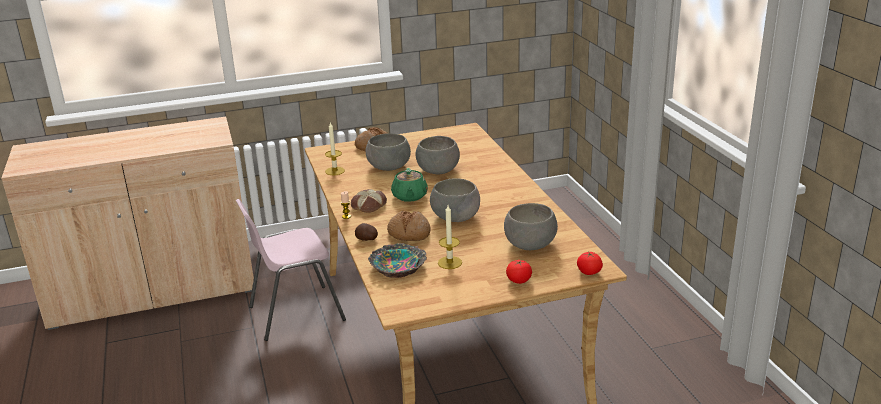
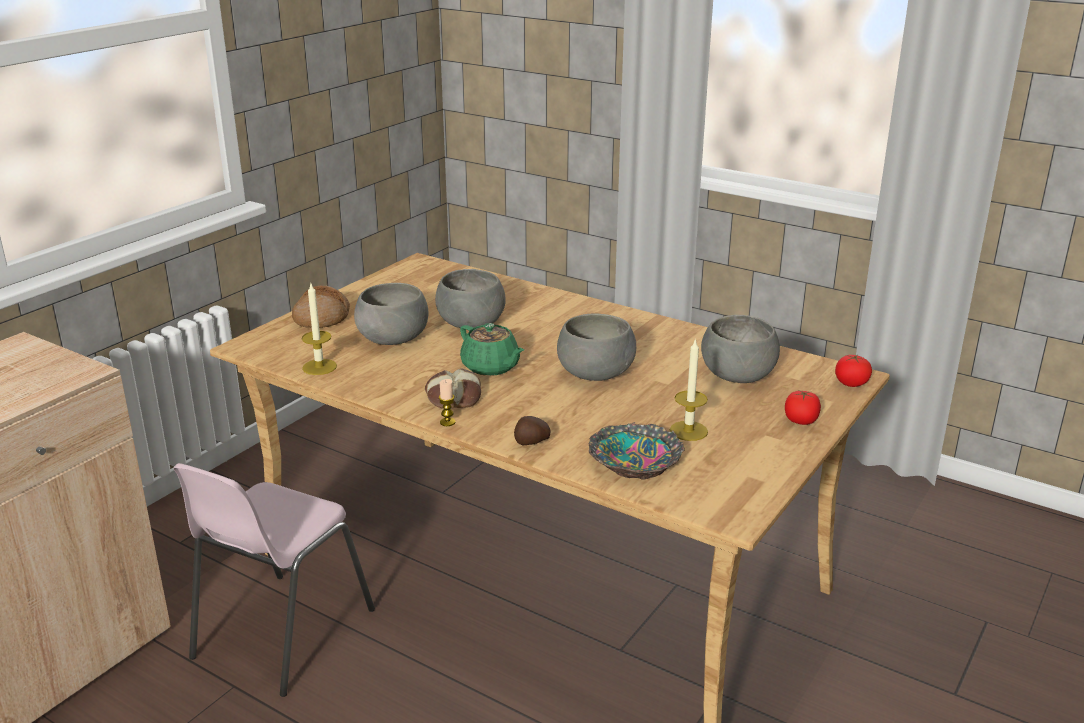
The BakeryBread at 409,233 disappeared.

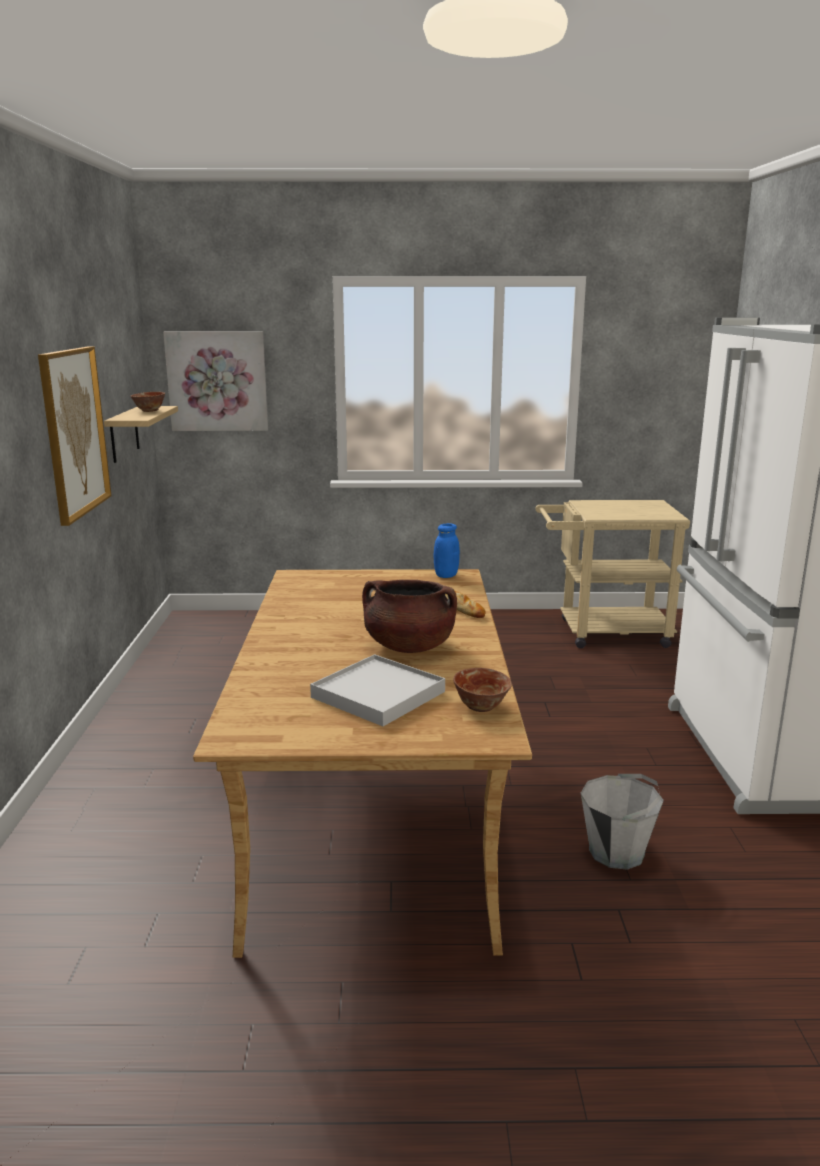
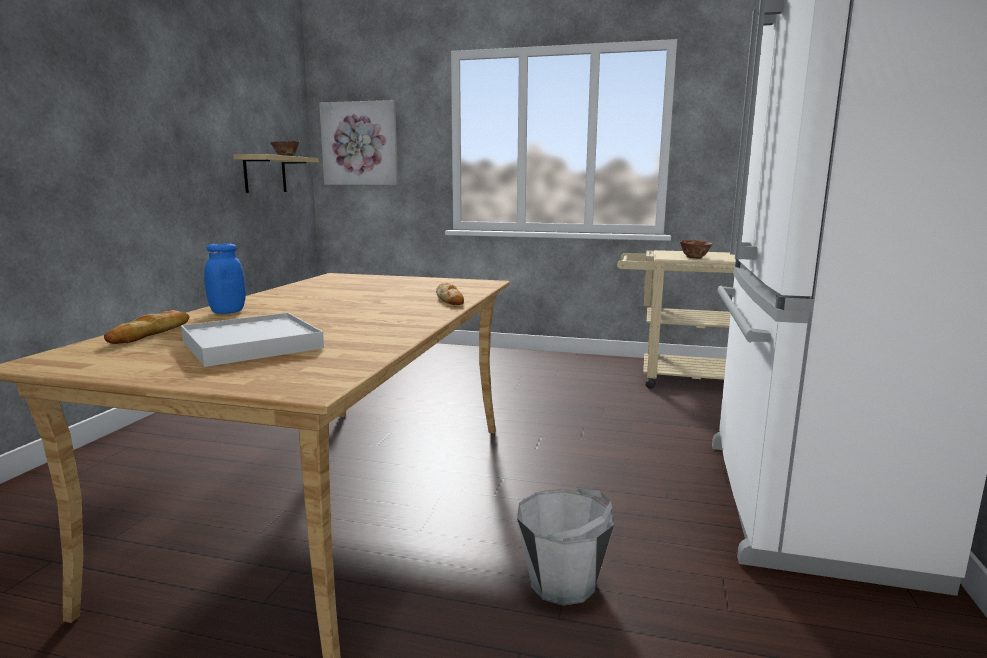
The WallPicture at 74,432 disappeared. The BrownishSaucepot at 409,647 disappeared. The BakeryBread at 151,333 appeared. The BlueColouredJar moved from 446,575 to 228,311. The ServingBowl moved from 481,706 to 694,258.

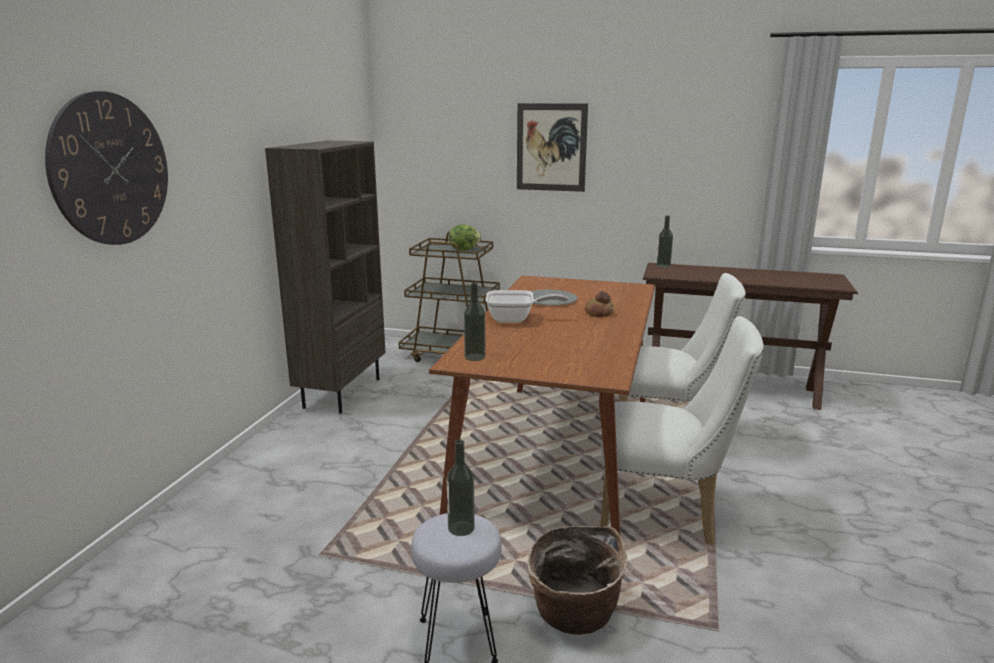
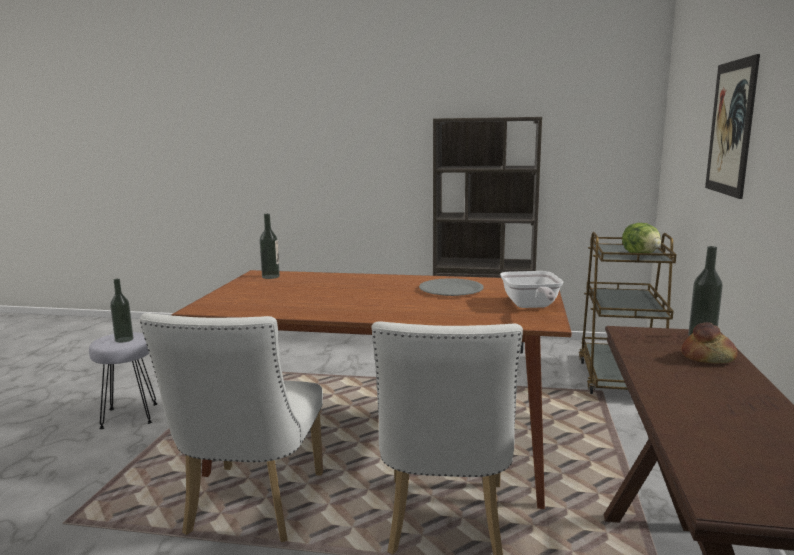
The ClockOnTheWall at 110,169 disappeared. The StorageBasket at 574,617 disappeared. The FryingPan moved from 516,319 to 531,306. The BakeryBread moved from 599,313 to 708,358.

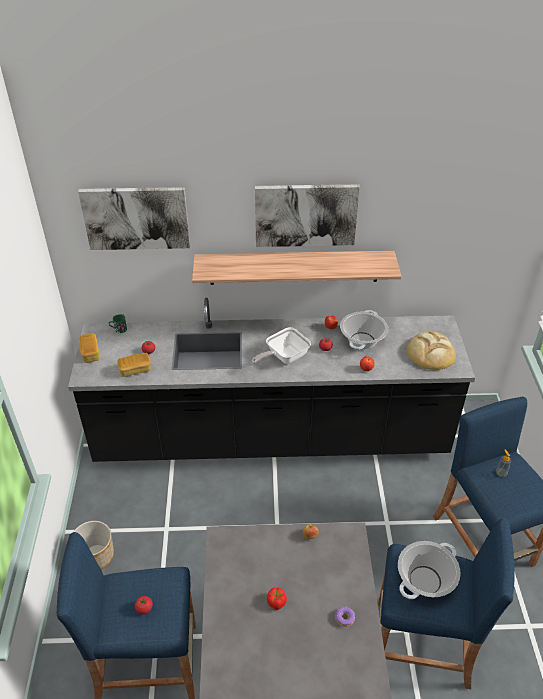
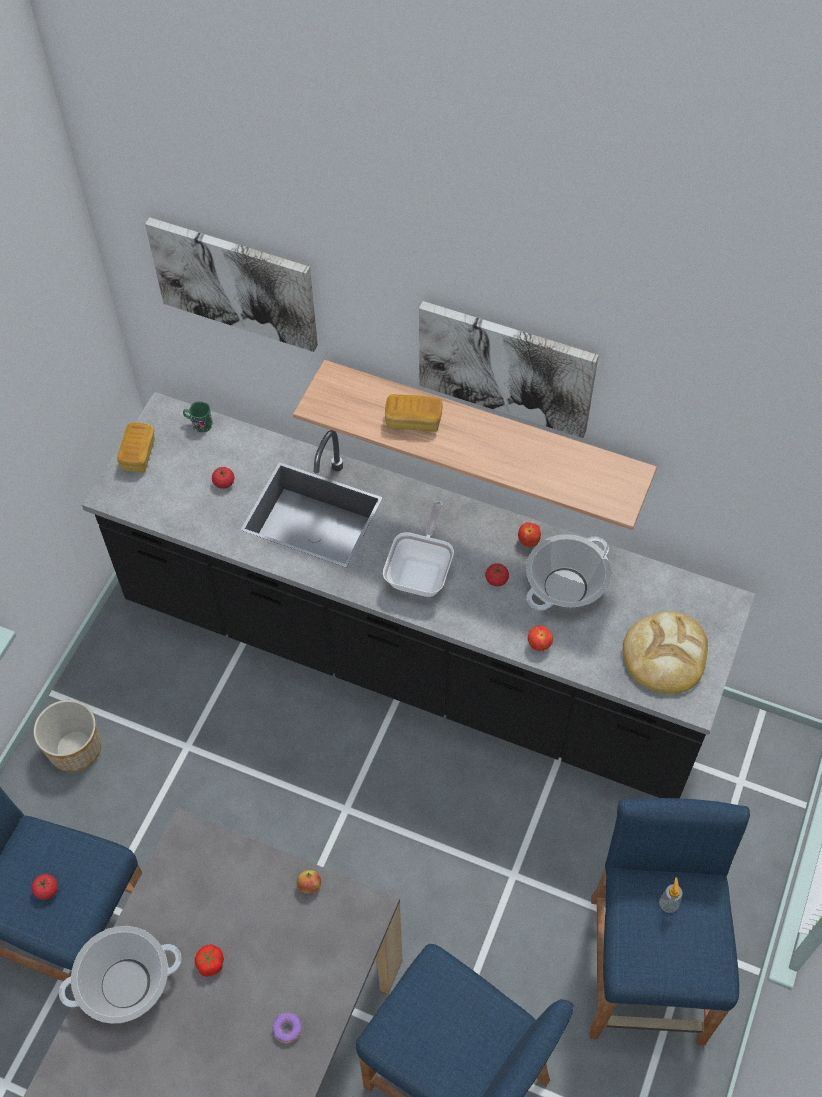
The BakeryBread moved from 135,370 to 413,421. The Saucepot moved from 424,580 to 126,983. The FryingPan at 284,357 turned 120 degrees clockwise.

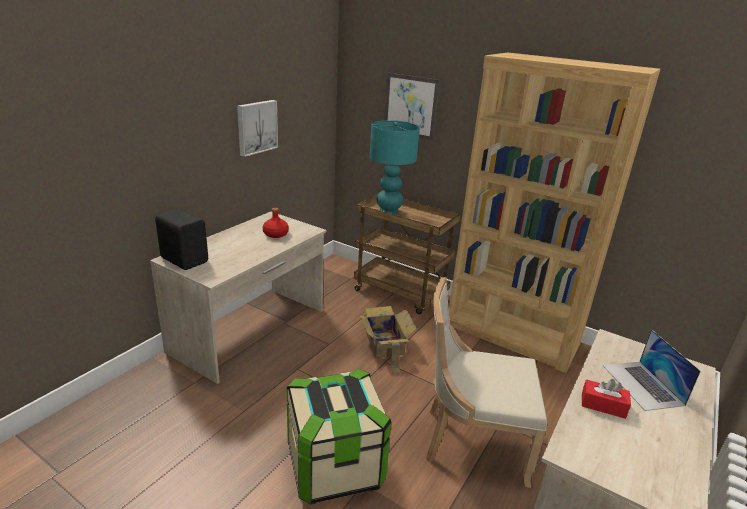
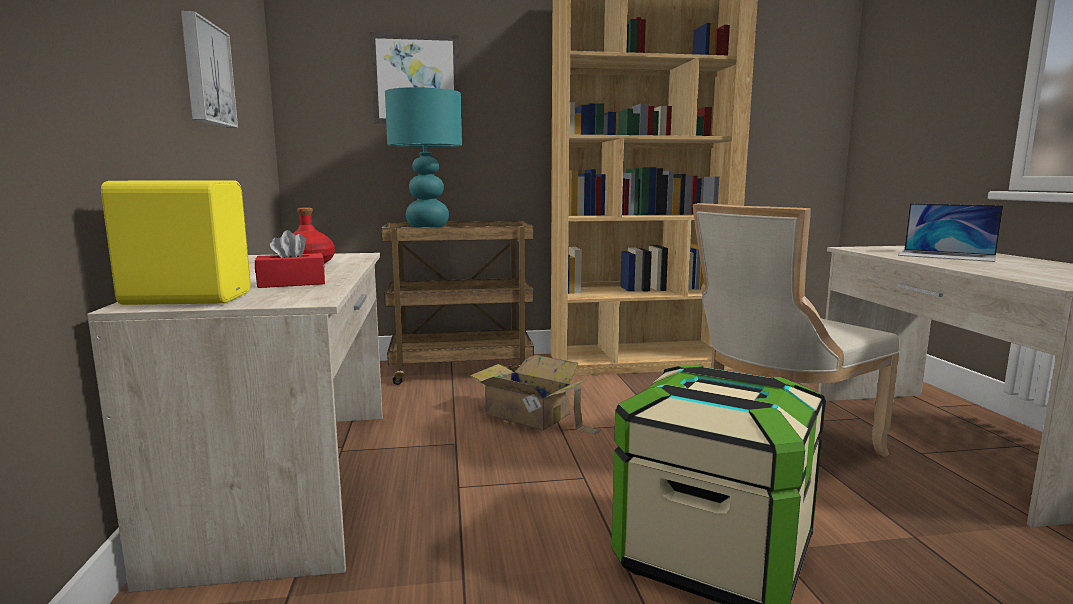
The ReddishTissueBox moved from 603,405 to 291,283. The BlackishAudioSpeaker at 185,259 became the YellowColouredAudioSpeaker at 187,299.

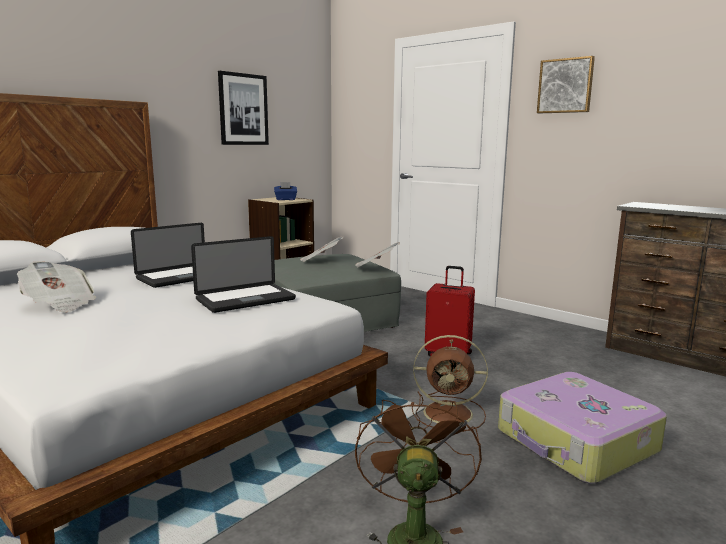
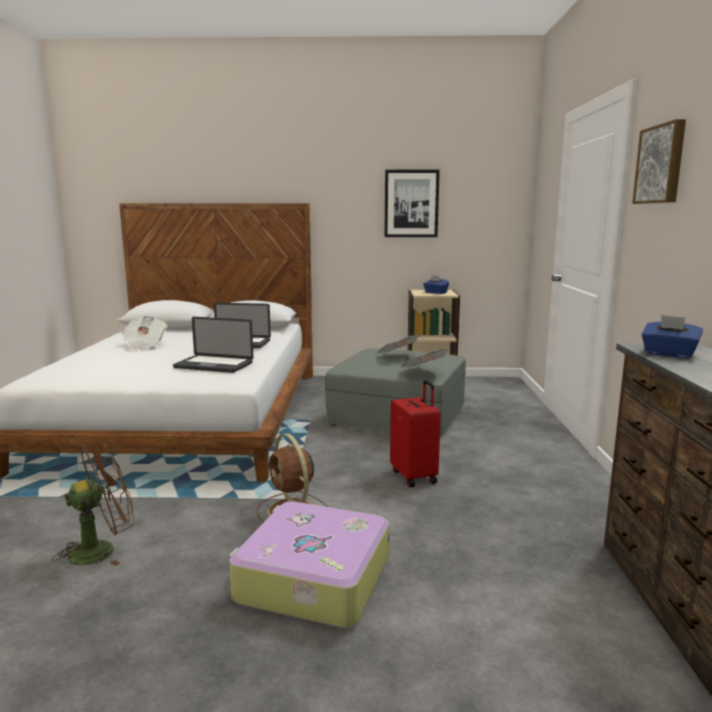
The BlueColouredTissueBox at 669,354 appeared.

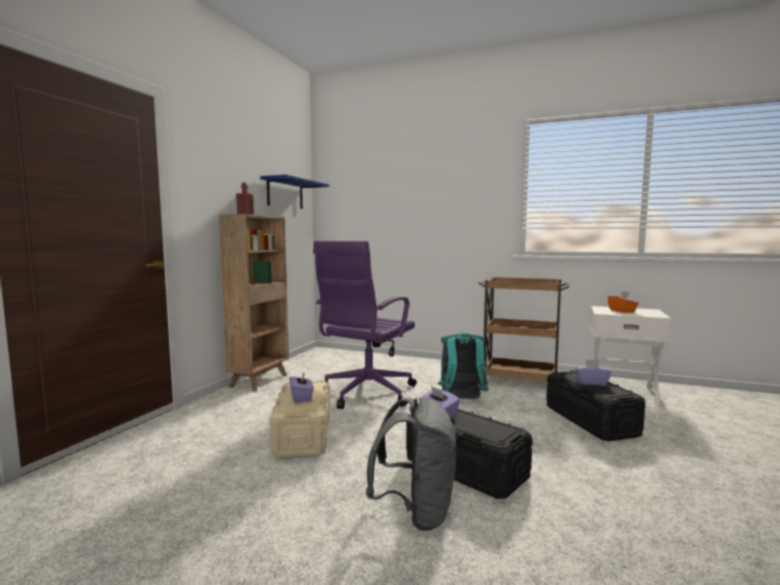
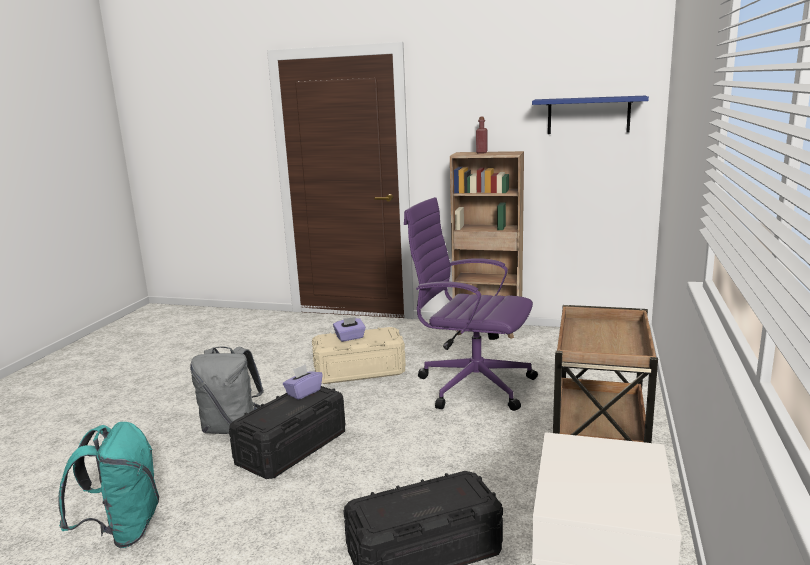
The PurpleColouredTissueBox at 591,383 disappeared. The OrangeColouredTissueBox at 622,311 disappeared. The TurquoiseRucksack moved from 461,400 to 123,530.

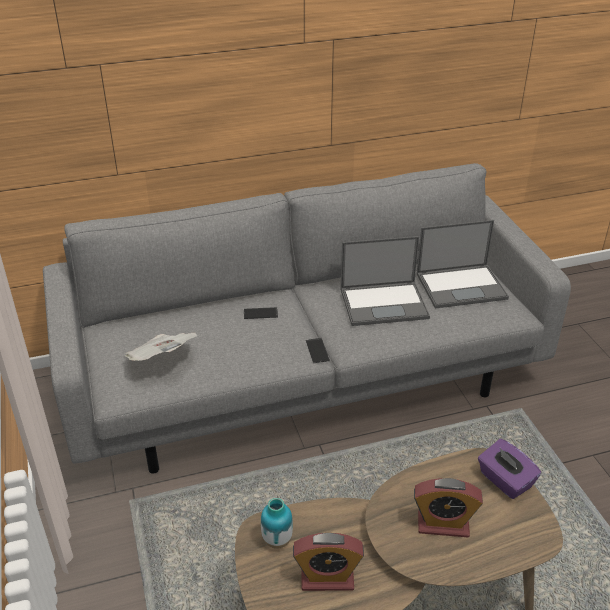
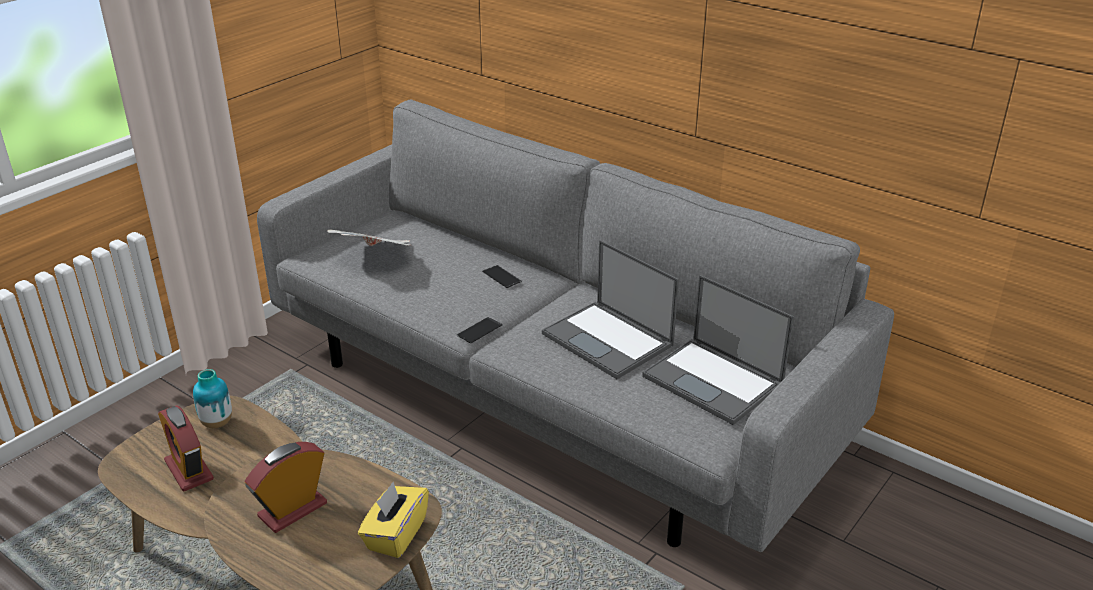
The PurpleColouredTissueBox at 505,481 became the YellowColouredTissueBox at 395,535. The BedsideClock at 443,524 turned 75 degrees clockwise.

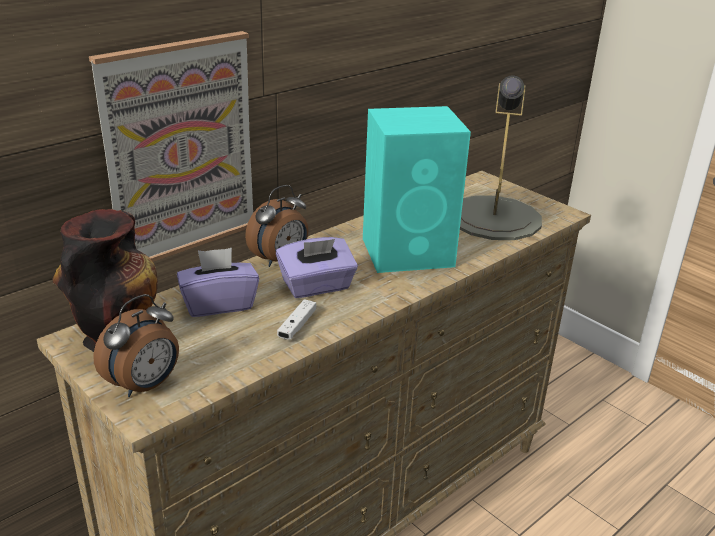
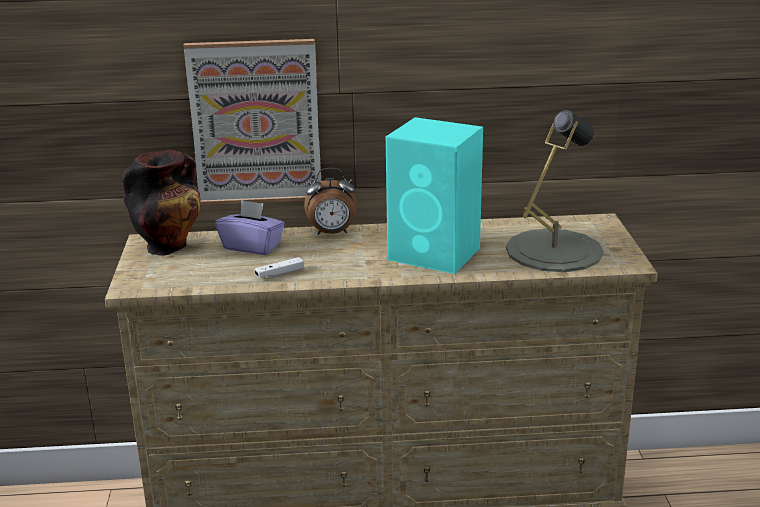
The BedsideClock at 145,385 disappeared. The PurpleColouredTissueBox at 316,286 disappeared.

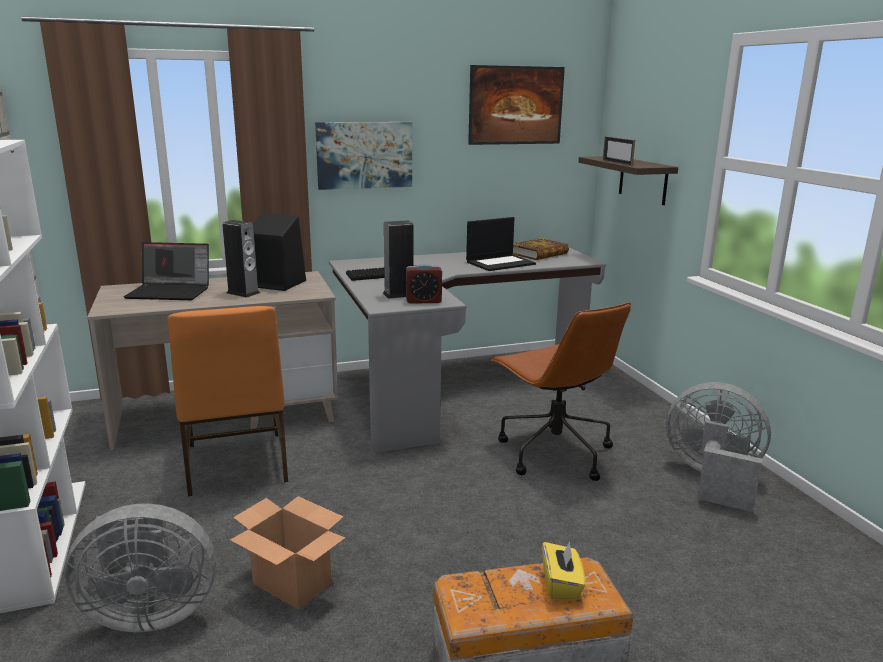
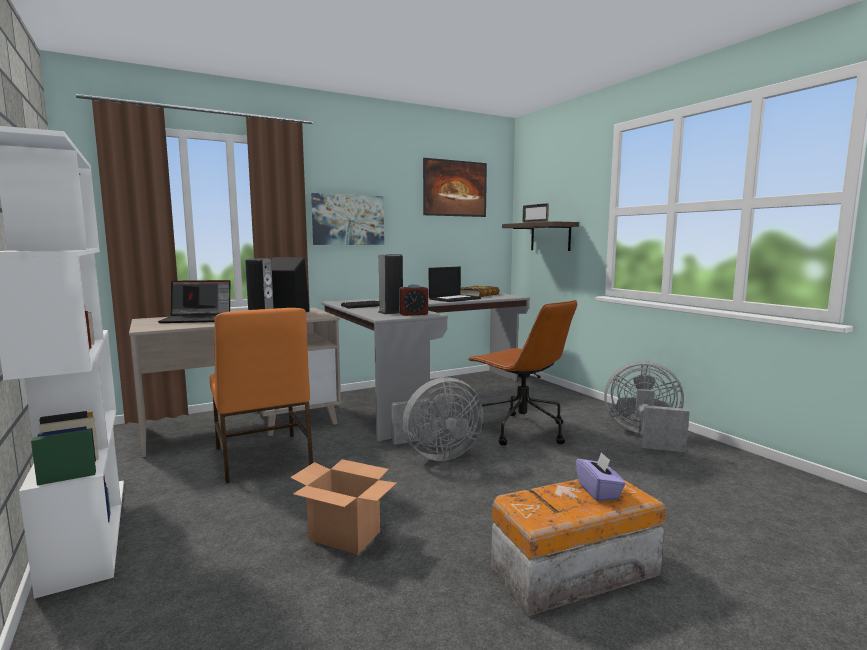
The GreyCoolingFan moved from 149,613 to 436,455. The YellowColouredTissueBox at 561,585 became the PurpleColouredTissueBox at 599,491.

